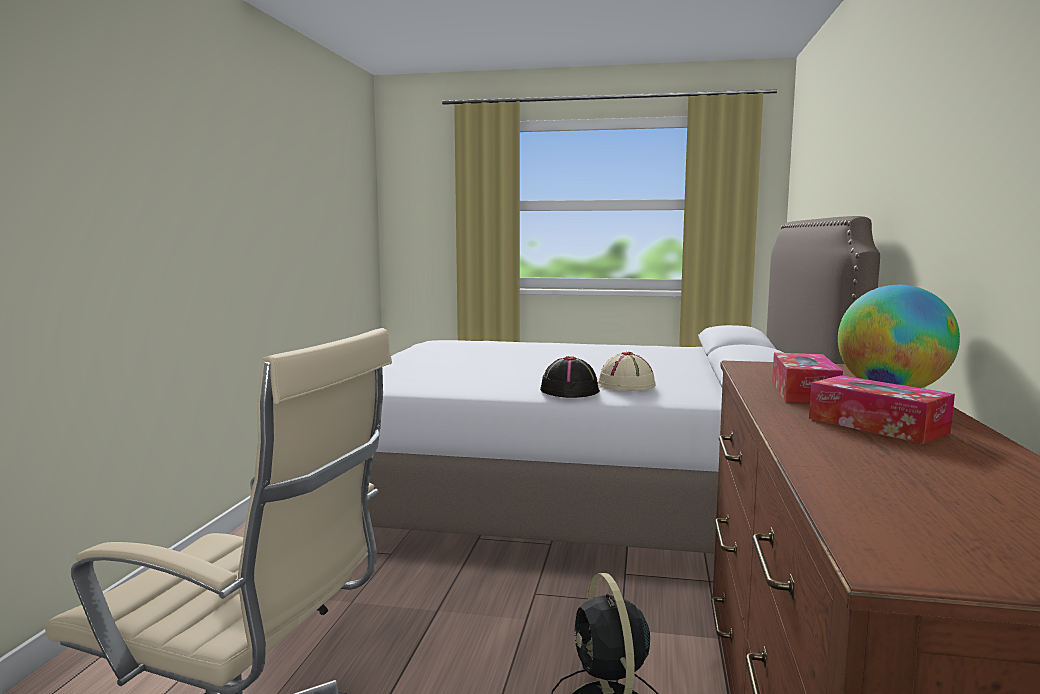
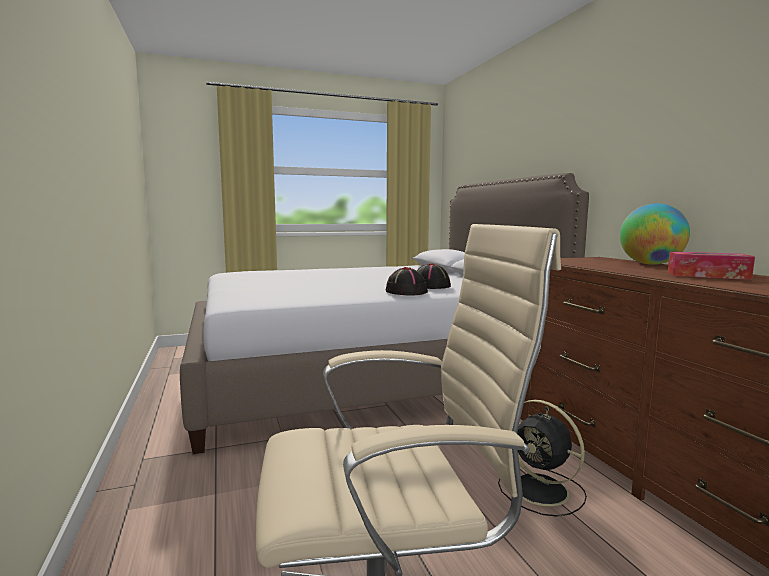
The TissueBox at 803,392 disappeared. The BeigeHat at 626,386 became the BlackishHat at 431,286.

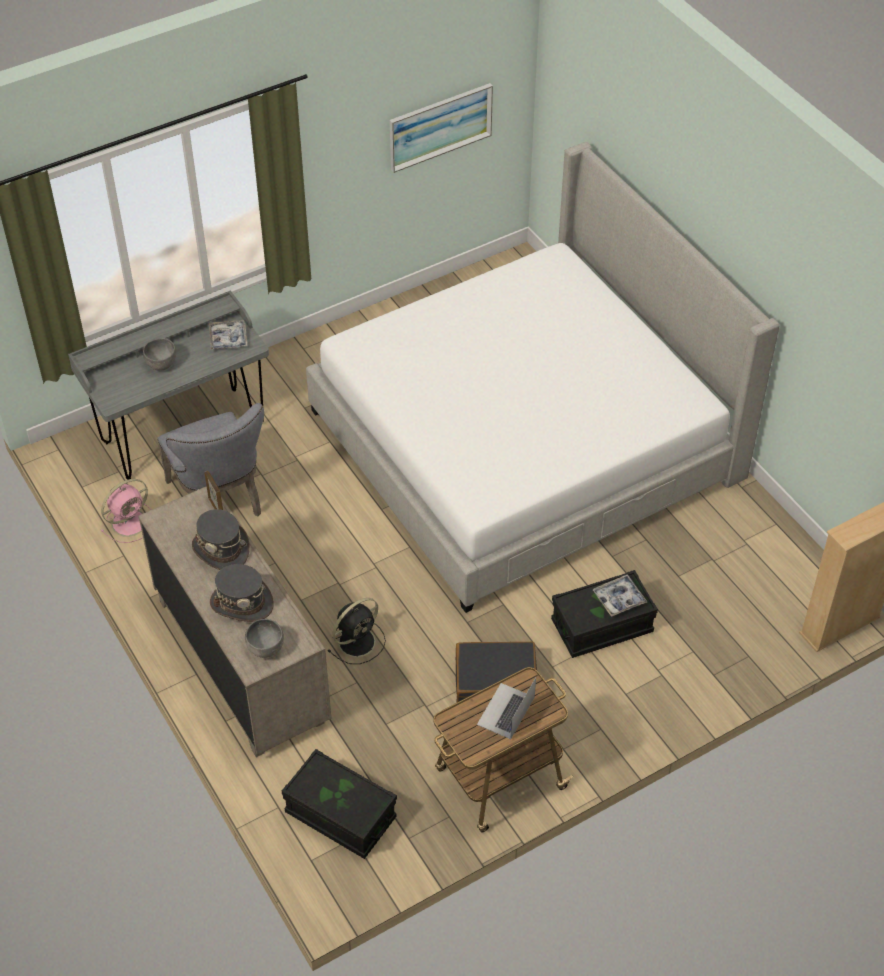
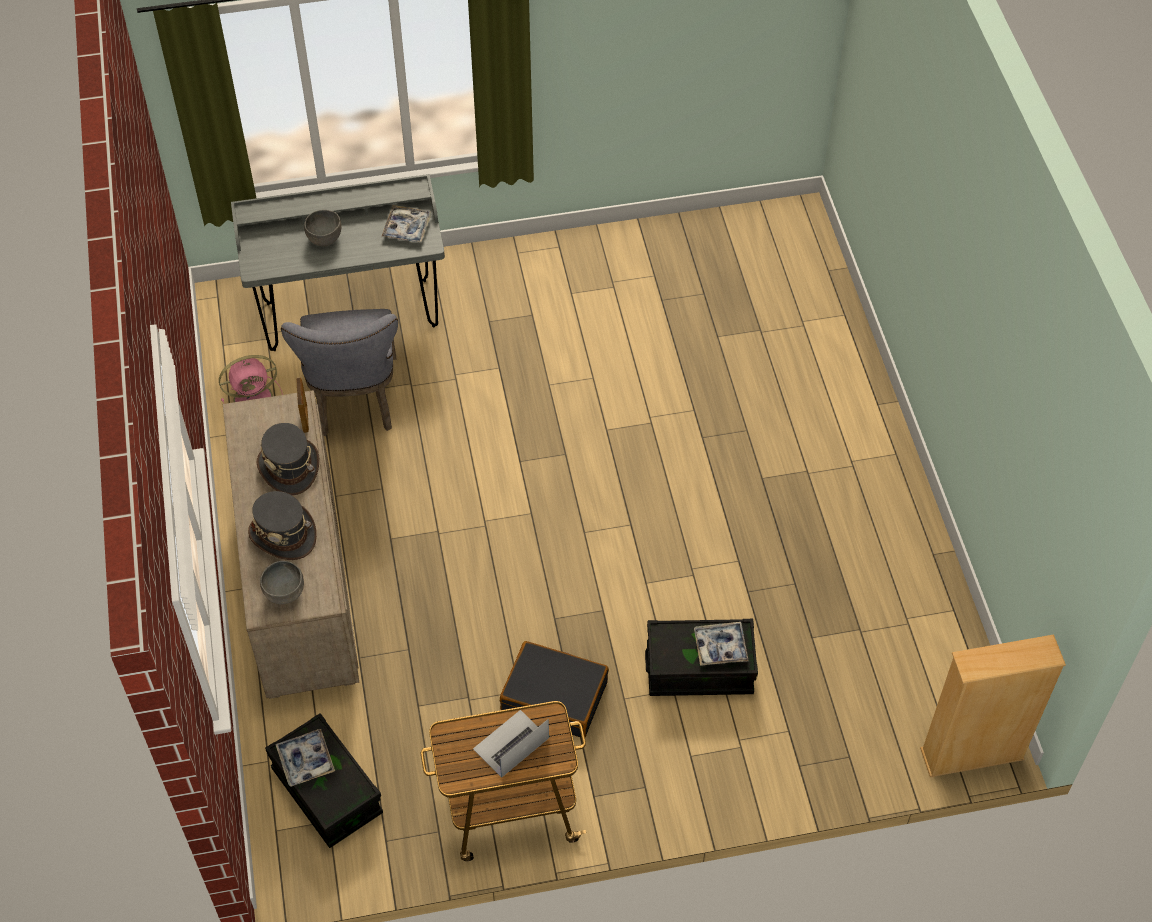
The BedroomBed at 524,443 disappeared. The BlackishCoolingFan at 358,641 disappeared. The WallPicture at 440,126 disappeared. The Tray at 306,760 appeared.

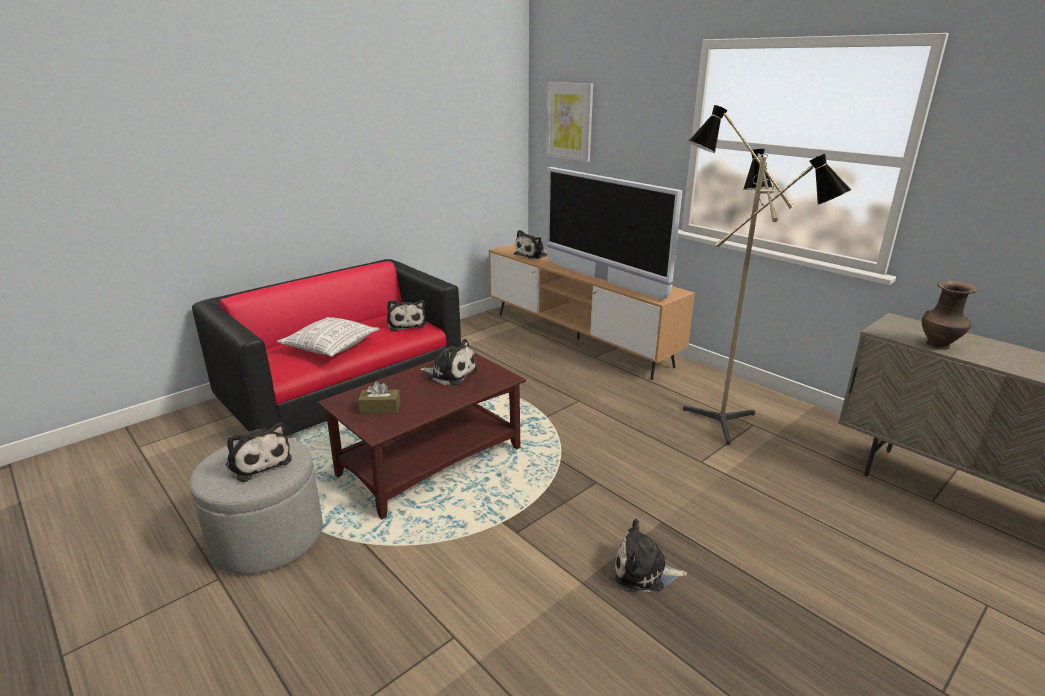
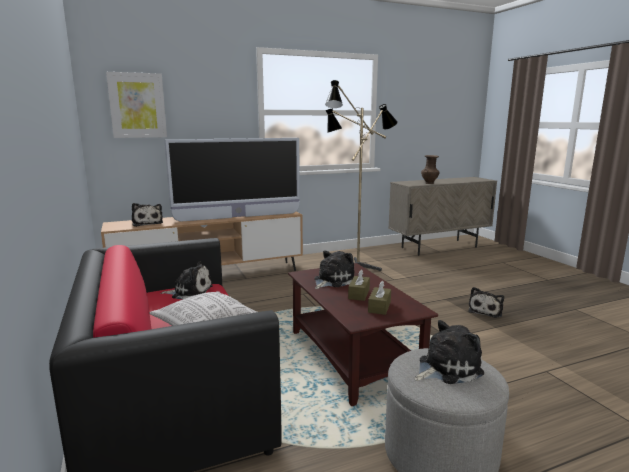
The BrownishTissueBox at 359,294 appeared.

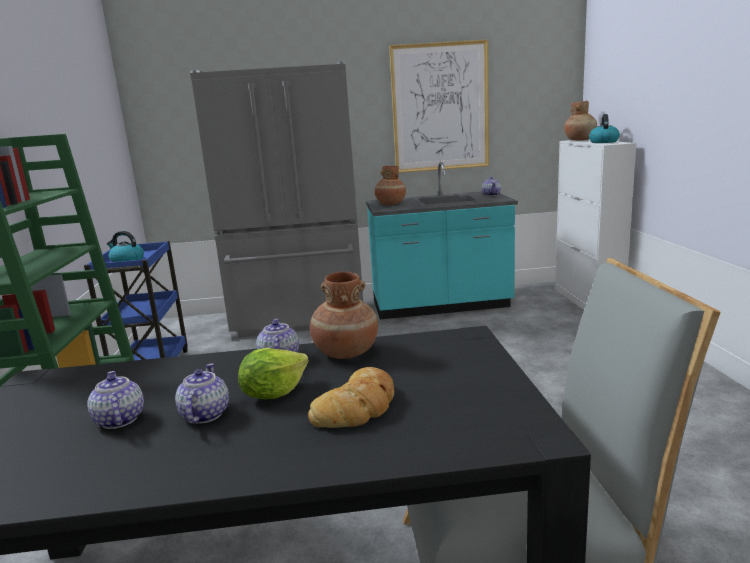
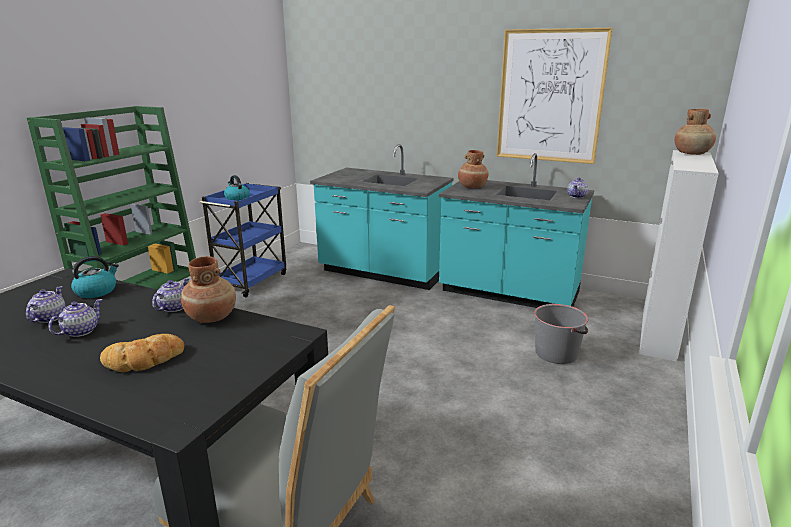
The LettuceHead at 273,393 disappeared. The GreyWaterBucket at 557,353 appeared. The WaterKettle moved from 603,142 to 97,291. The GreyKitchenFridge at 299,320 was replaced by the TurquoiseKitchenCounter at 383,272.

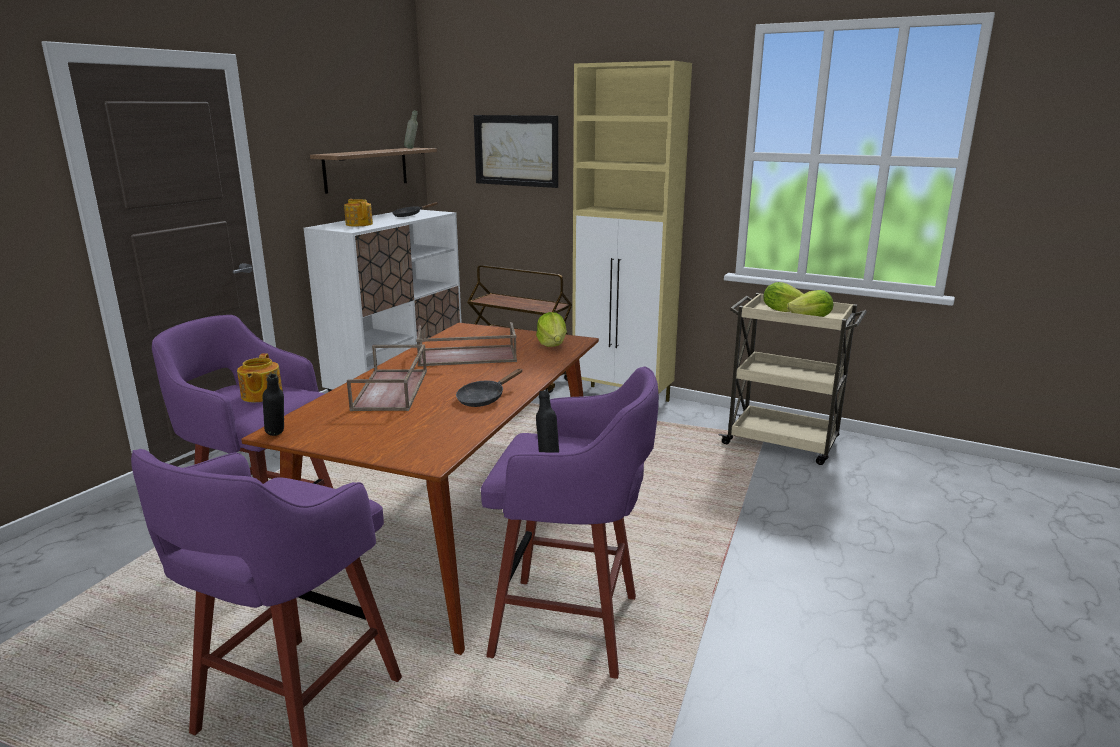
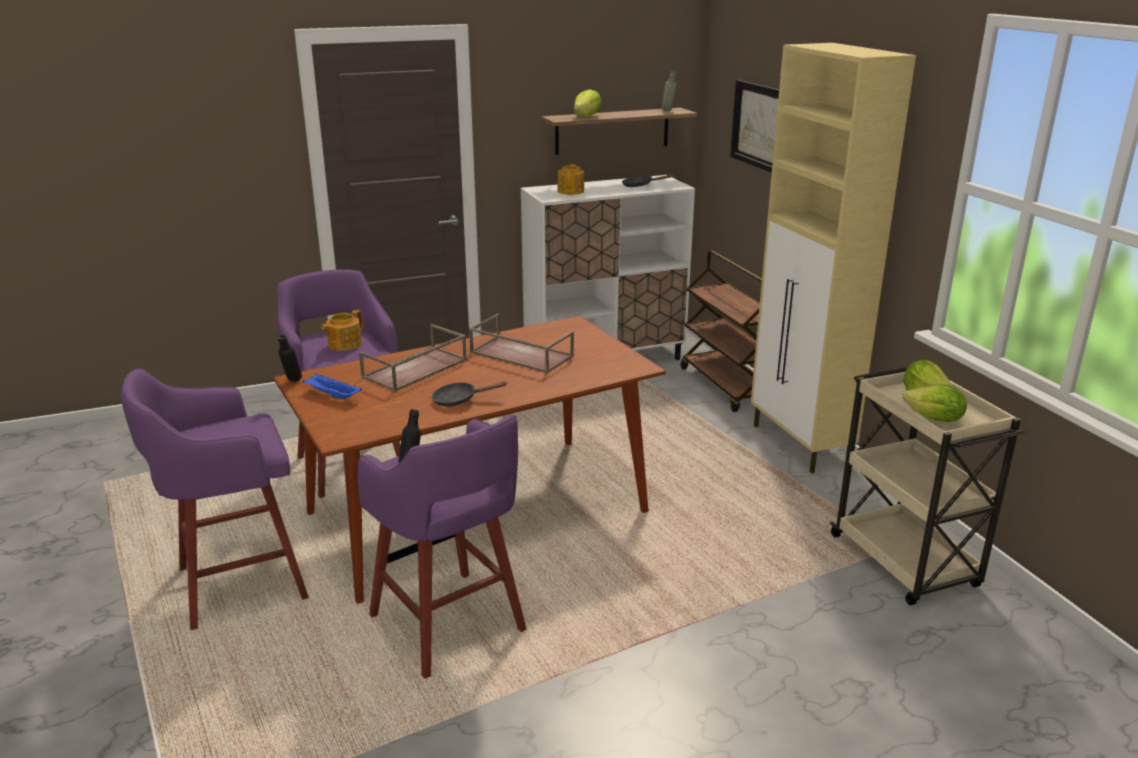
The BlueColouredTray at 332,395 appeared. The LettuceHead moved from 552,345 to 586,117.

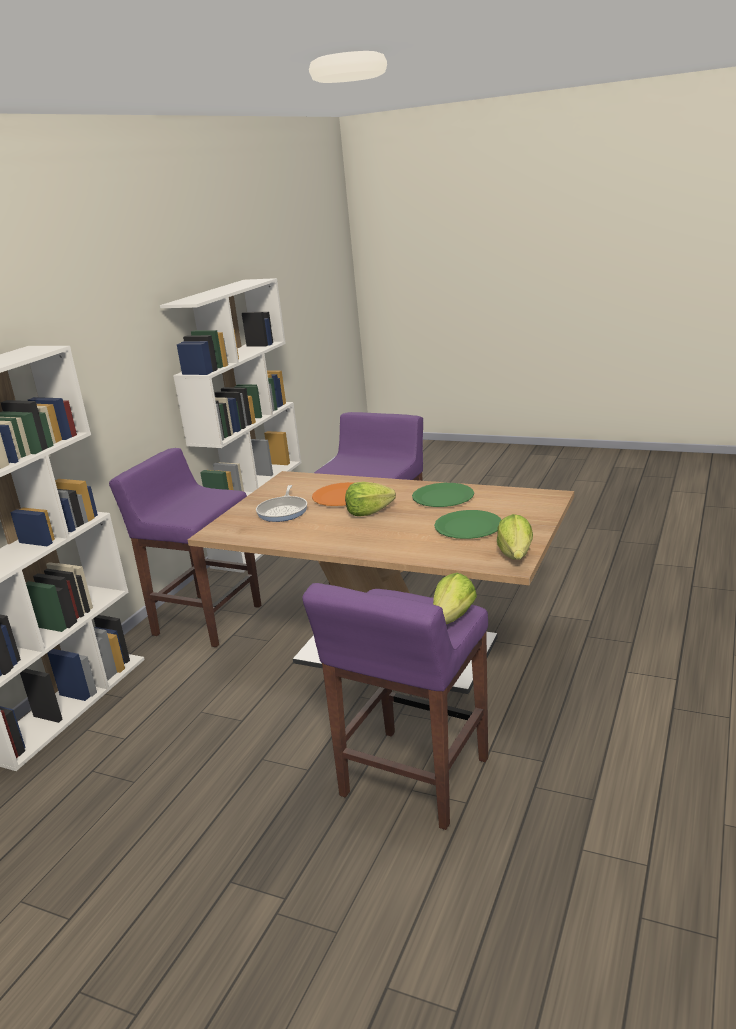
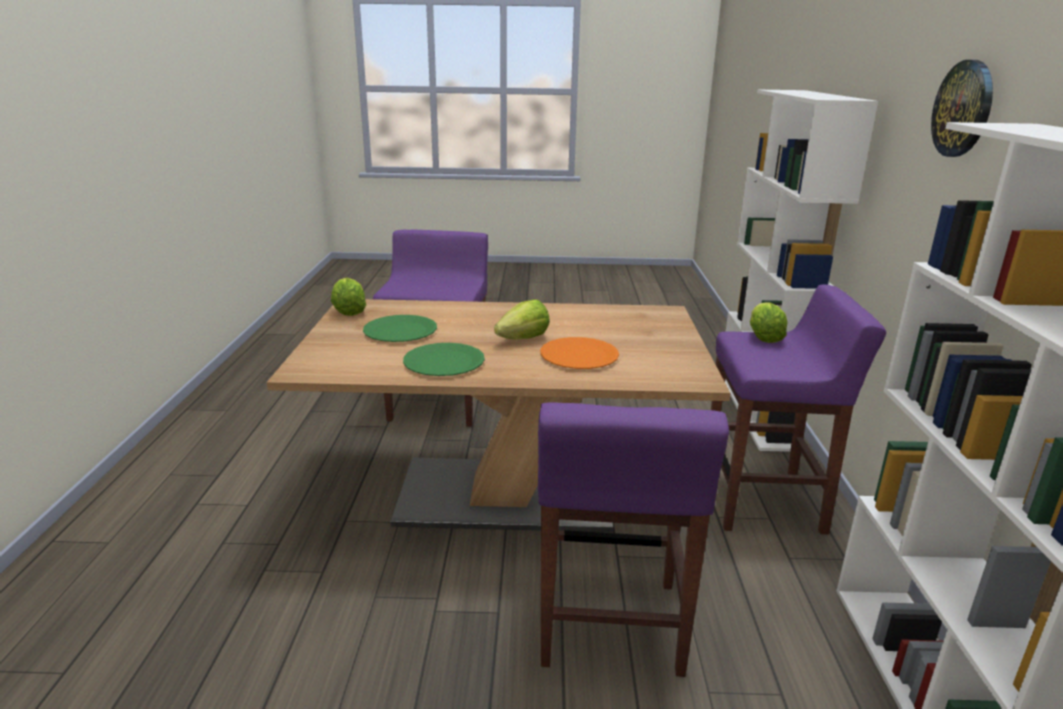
The FryingPan at 283,511 disappeared. The ClockOnTheWall at 963,109 appeared. The LettuceHead moved from 452,618 to 763,337.

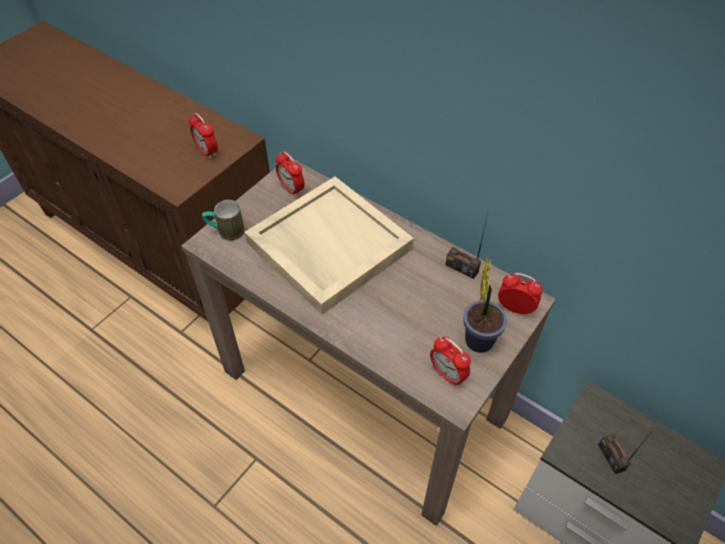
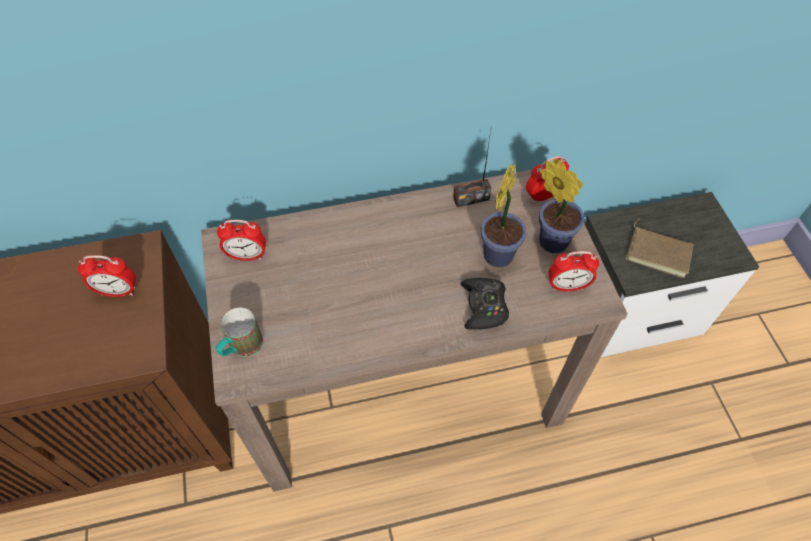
The BeigeTray at 327,246 disappeared. The BlackishGameController at 483,307 appeared. The PottedPlant at 499,252 appeared. The RadioReceiver at 611,457 was replaced by the BrownishBoundBook at 659,252.

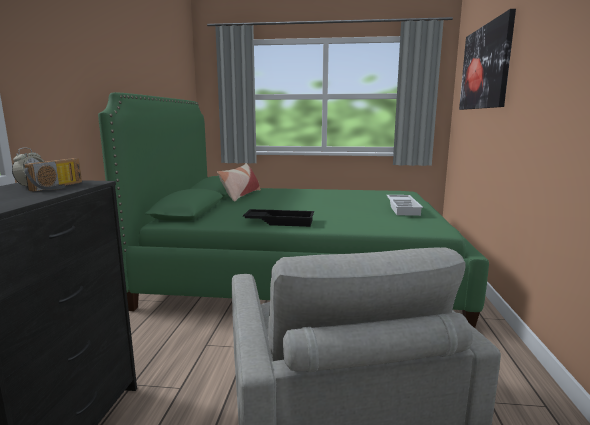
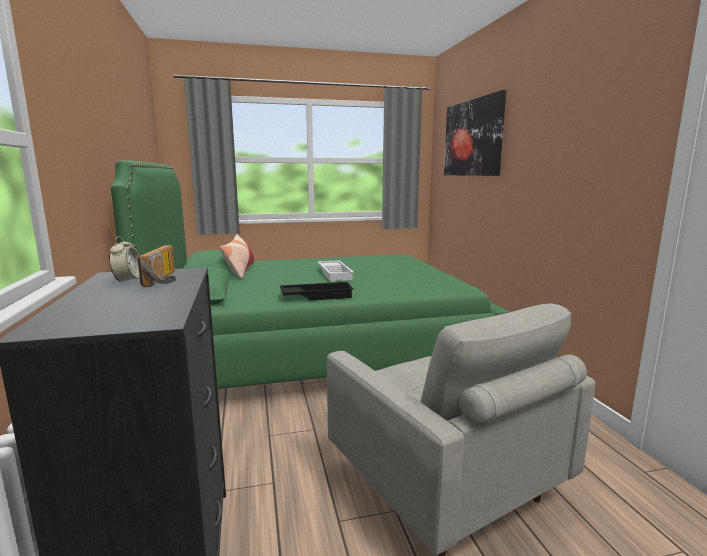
The WhiteColouredTray moved from 404,208 to 335,274.

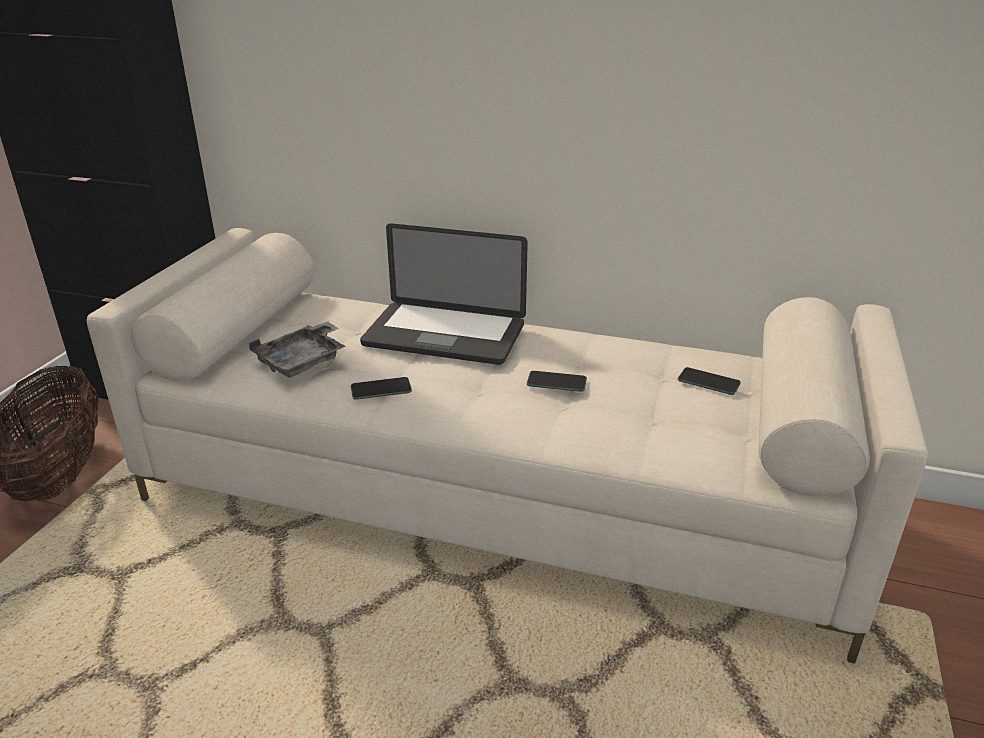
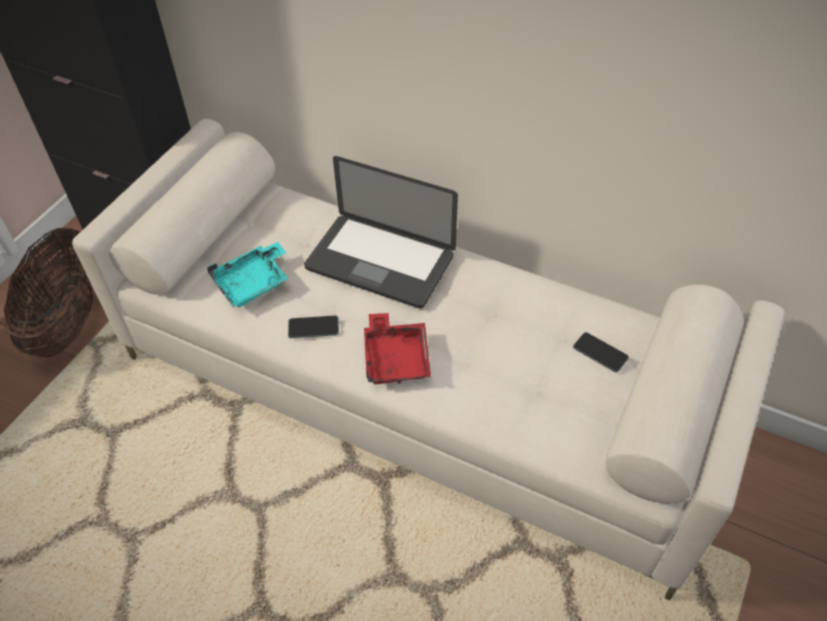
The Handset at 556,382 disappeared. The ReddishTray at 396,358 appeared. The GreyTray at 303,361 became the TurquoiseTray at 253,283.

